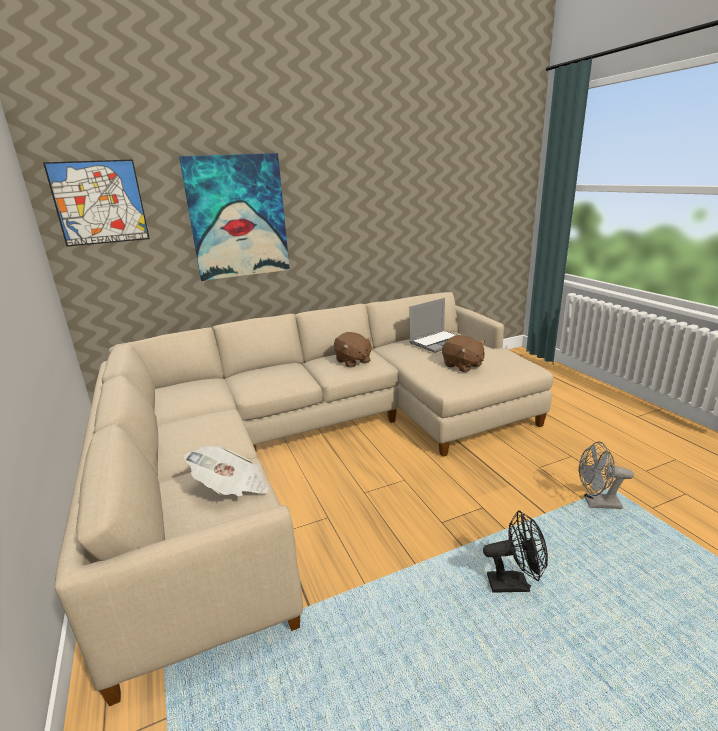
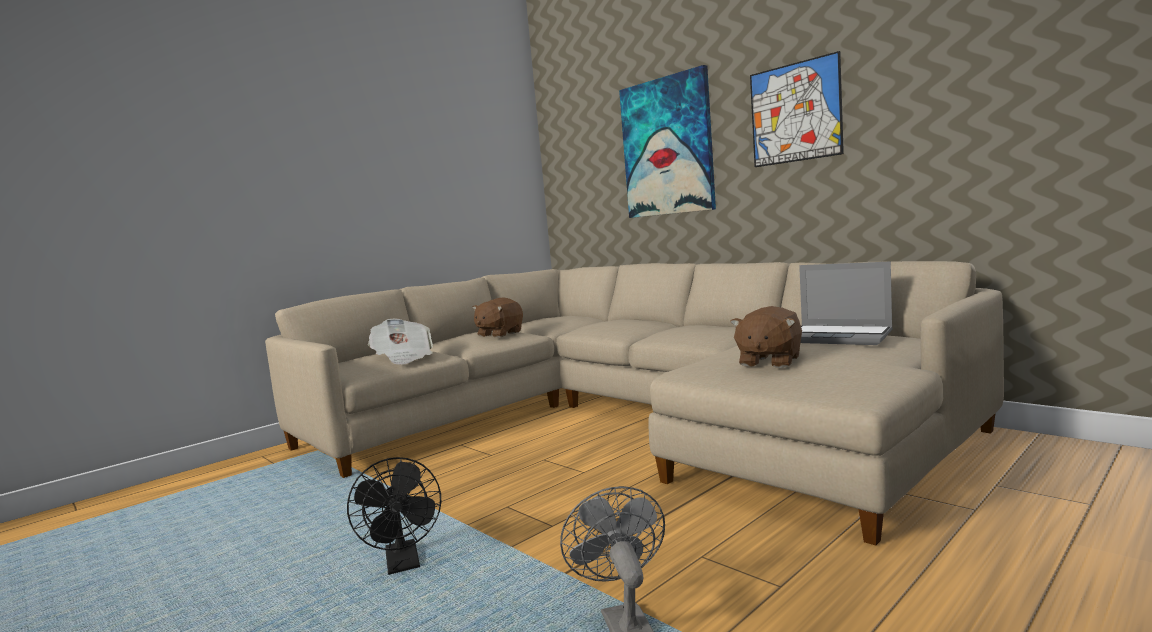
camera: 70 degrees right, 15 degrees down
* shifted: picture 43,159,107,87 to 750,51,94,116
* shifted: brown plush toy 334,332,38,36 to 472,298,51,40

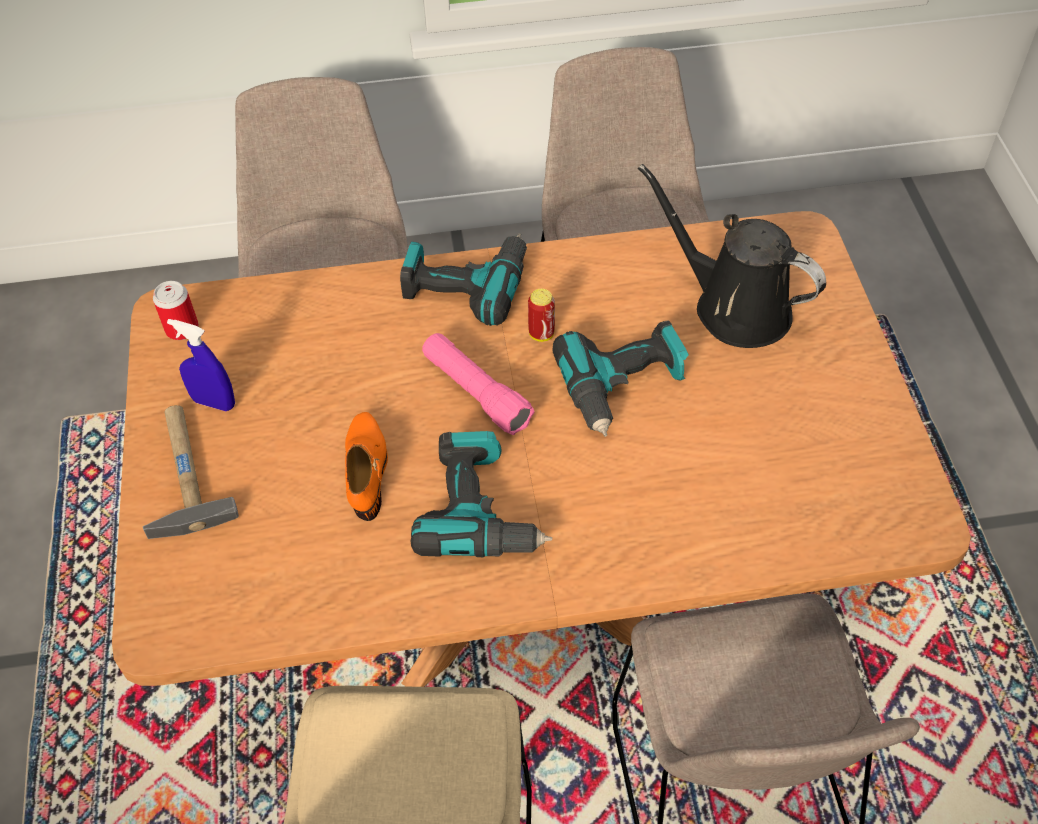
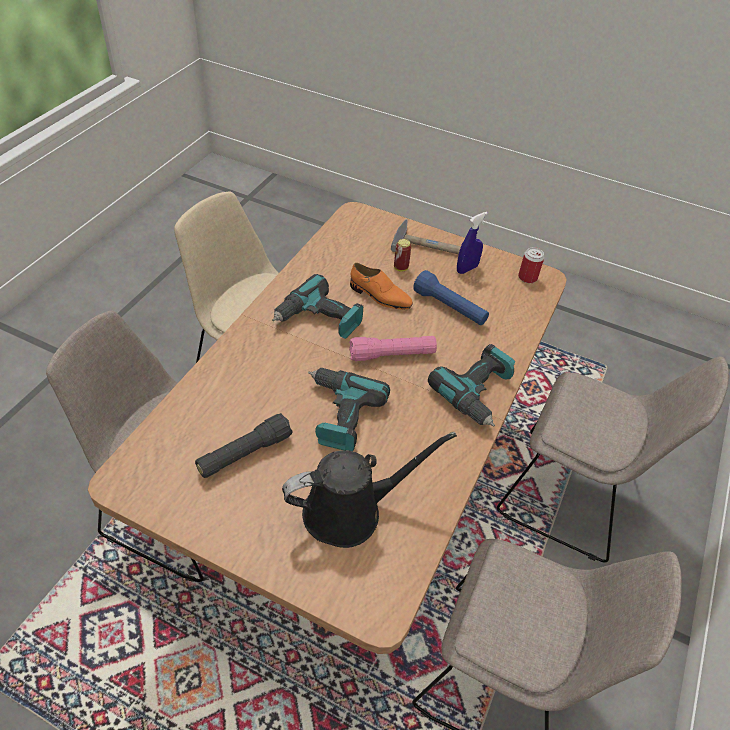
camera: 120 degrees right, 5 degrees down
* shifted: can 528,289,27,53 to 394,239,17,33
* new: blue flashlight 413,270,76,55
* new: black flashlight 195,413,98,65

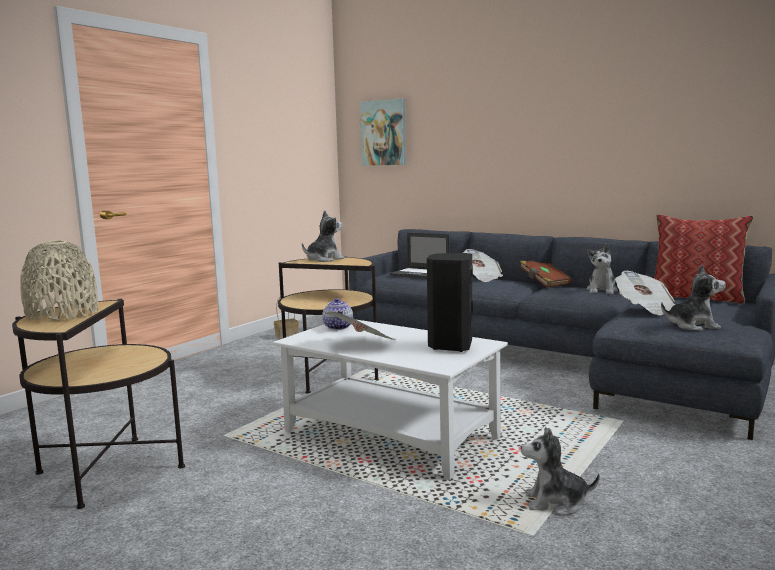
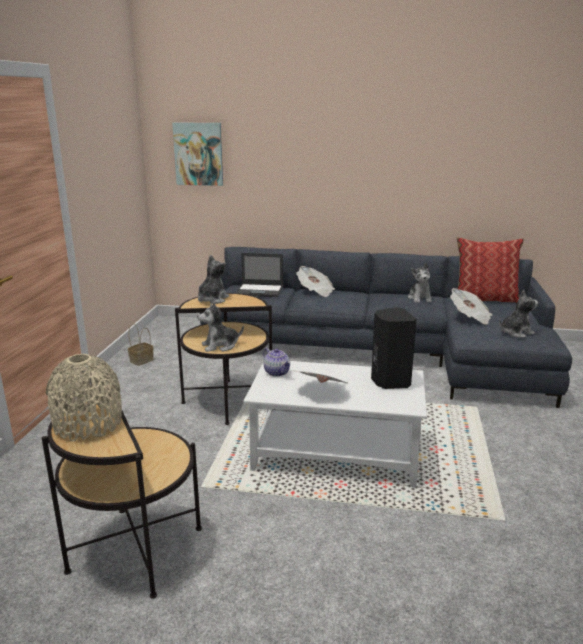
camera: 25 degrees left, 10 degrees up
* gone: brown book 519,261,53,27
* shifted: plush toy 521,427,79,89 to 197,303,47,49

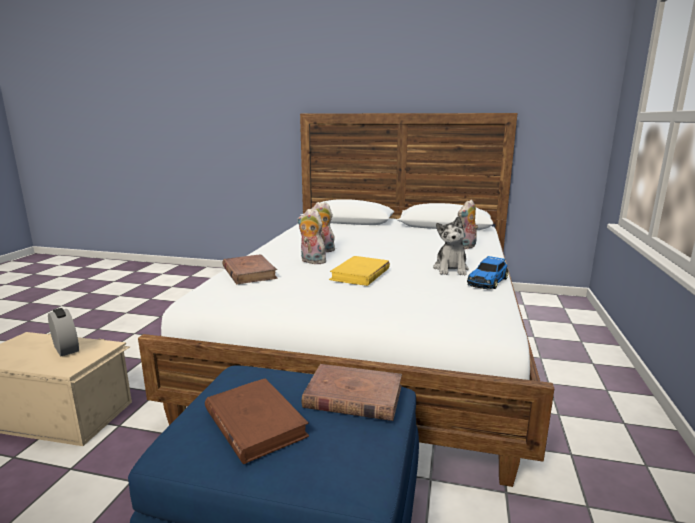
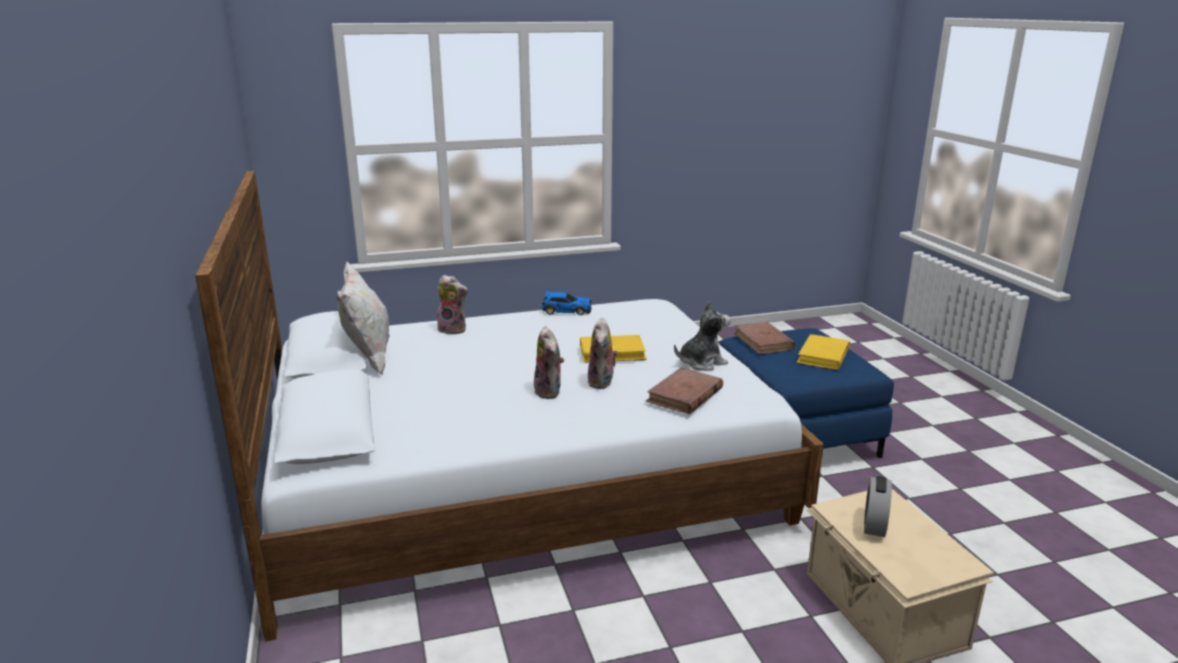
camera: 120 degrees left, 5 degrees up
* shifted: plush toy 433,216,36,59 to 674,301,57,70
* repainted: brown book 205,378,104,86 to yellow book 797,334,53,36
* new: white pillow 336,262,54,113

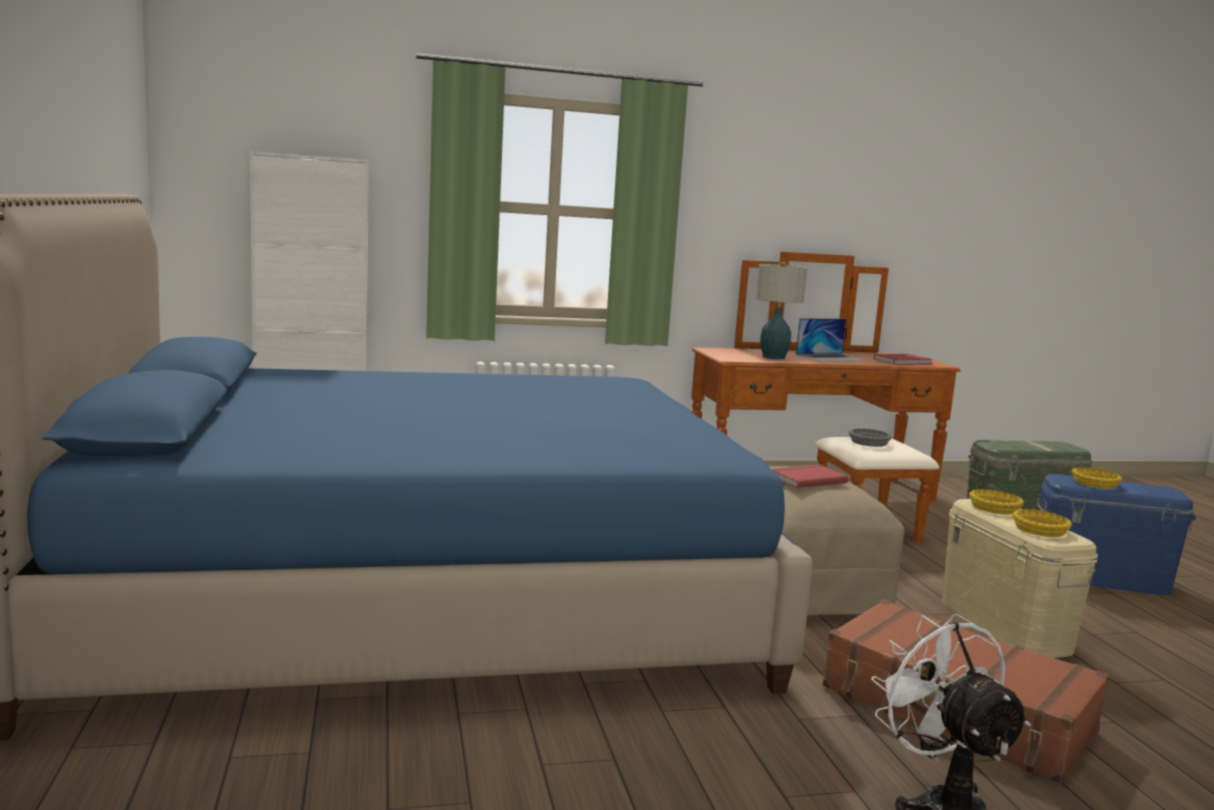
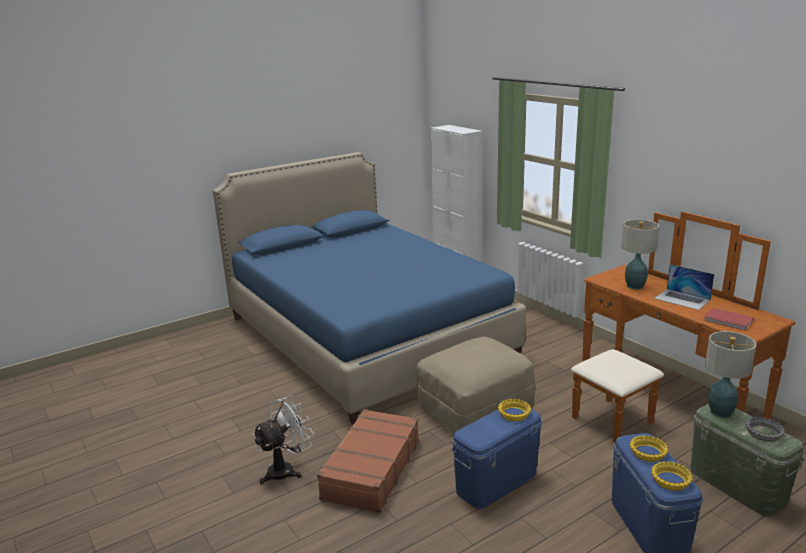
camera: 70 degrees right, 10 degrees up
* shifted: grey bowl 849,429,42,18 to 745,417,40,25
* gone: red book 772,464,77,24
* repainted: beige storage box 942,499,156,159 to blue storage box 452,408,90,101
* shifted: yellow bowl 1012,509,60,28 to 651,461,42,30
* new: table lamp 705,331,52,87

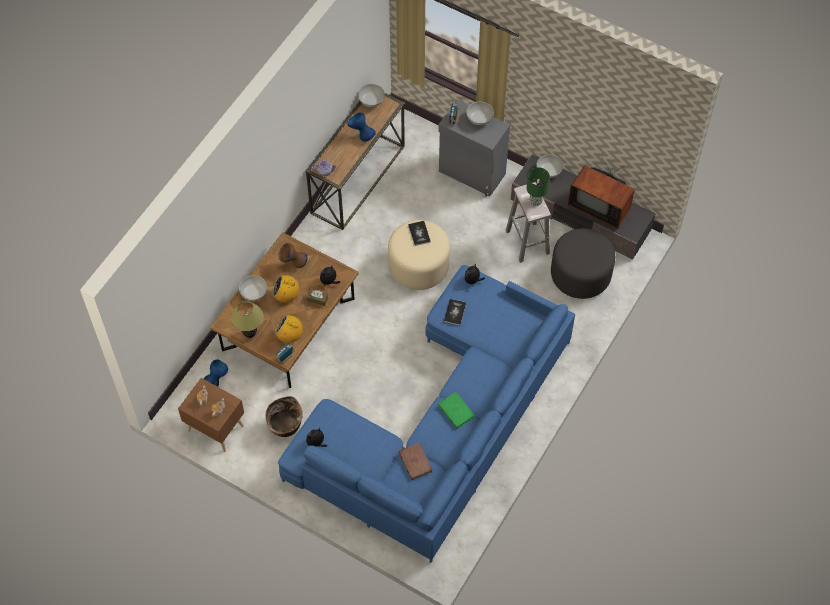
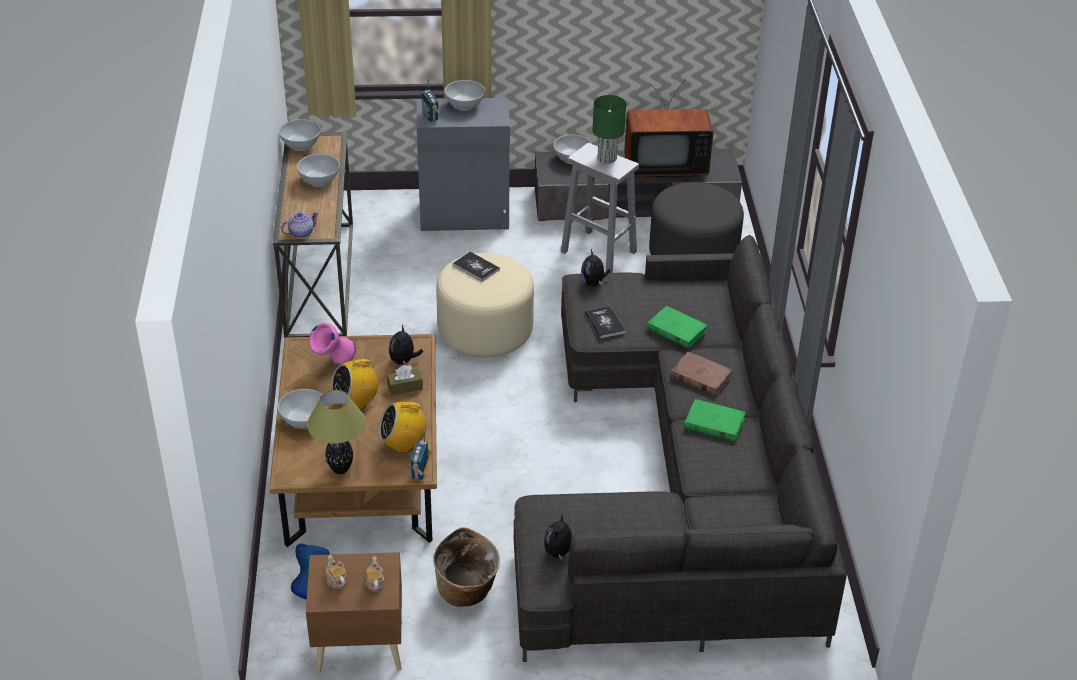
camera: 35 degrees left, 20 degrees down
* swapped: blue vase 347,113,29,28 to white bowl 297,154,43,33
* repainted: brown vase 278,243,29,25 to pink vase 309,323,47,42
* repainted: blue sofa 278,265,297,298 to grey sofa 514,235,333,427
* shifted: brown book 398,442,34,38 to 670,351,63,45
* new: green book 647,306,61,42

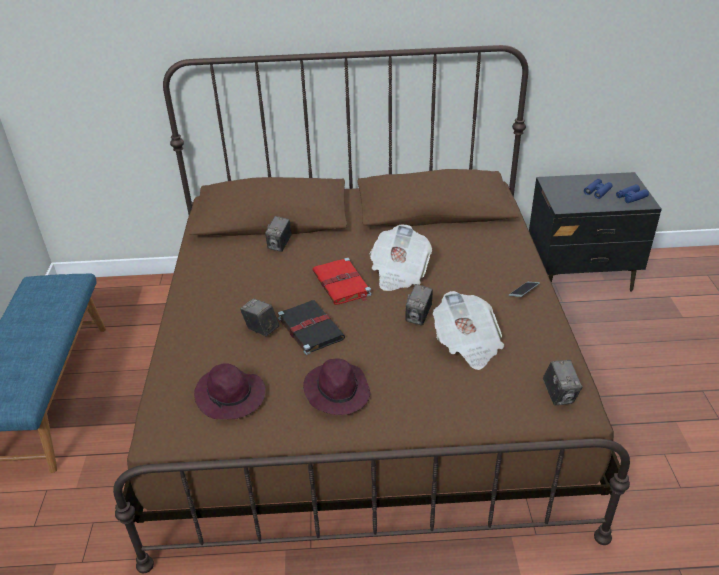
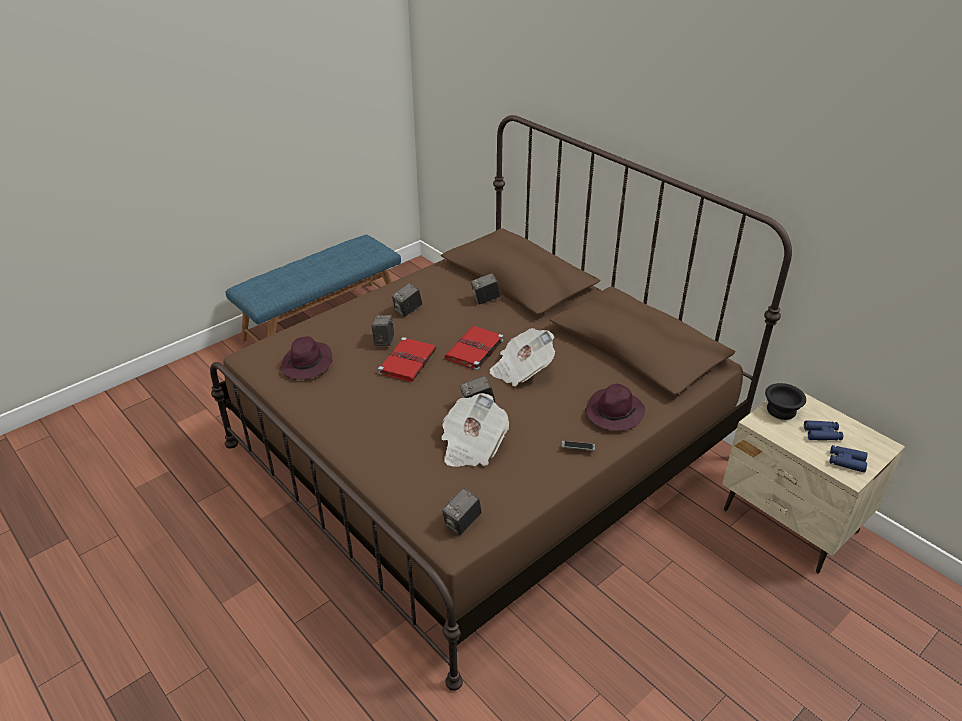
camera: 50 degrees right, 0 degrees up
* repainted: black nightstand 529,172,133,120 to beige nightstand 722,392,183,181
* repainted: black book 278,300,67,55 to red book 378,337,59,45
* shifted: purple hat 303,358,68,57 to 585,384,60,47
* new: photo camera 392,283,30,34
* new: black bowl 765,383,41,37

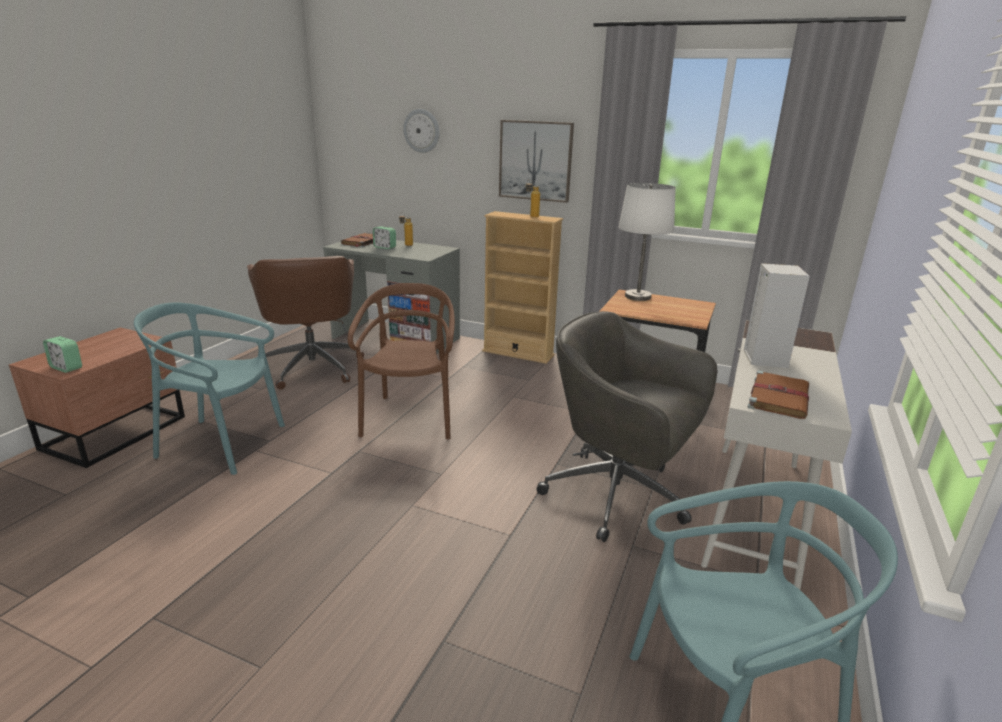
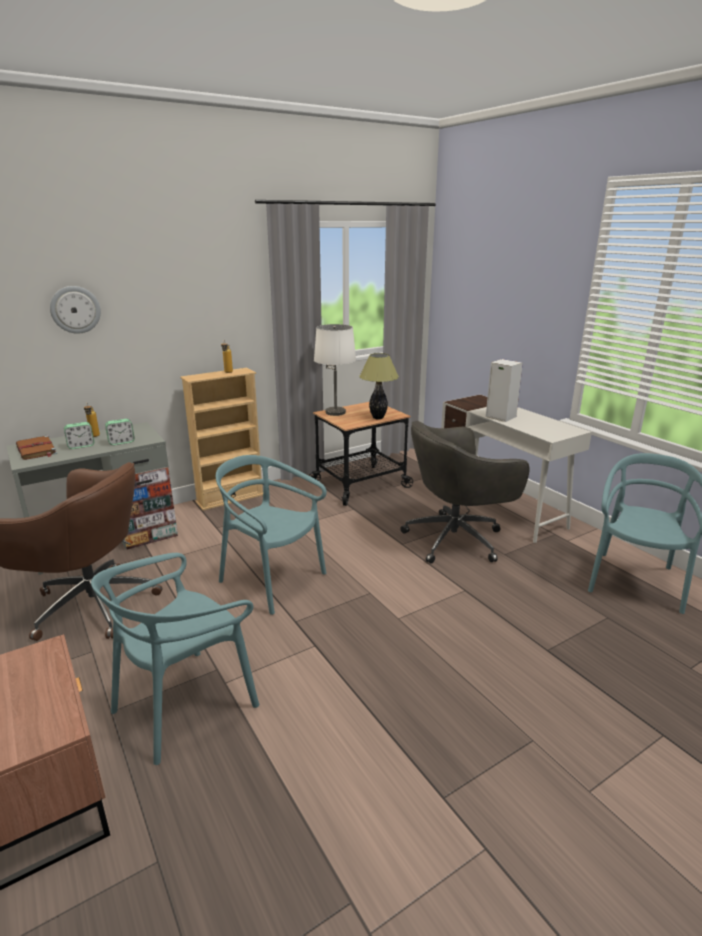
camera: 55 degrees left, 0 degrees up
* gone: picture 499,120,75,83
* repainted: brown chair 348,283,107,156 to turquoise chair 216,455,111,160
* shifted: alarm clock 43,336,39,37 to 105,419,30,26
* gone: brown book 747,371,62,48
* new: table lamp 359,353,40,66

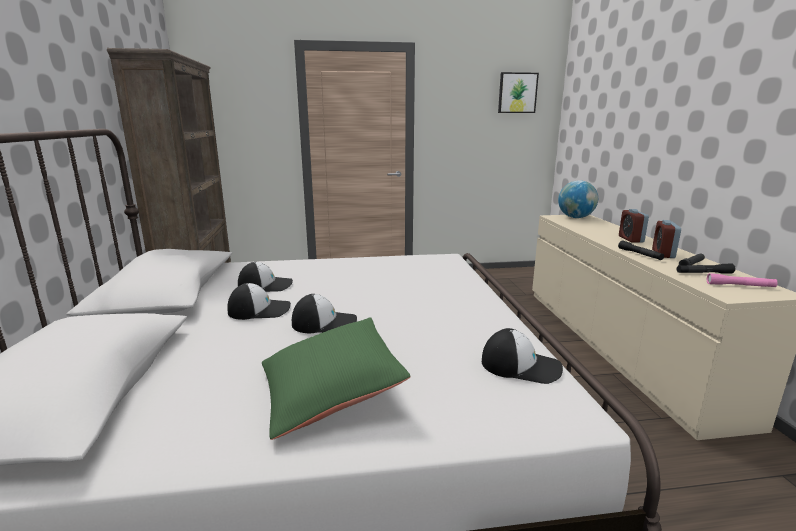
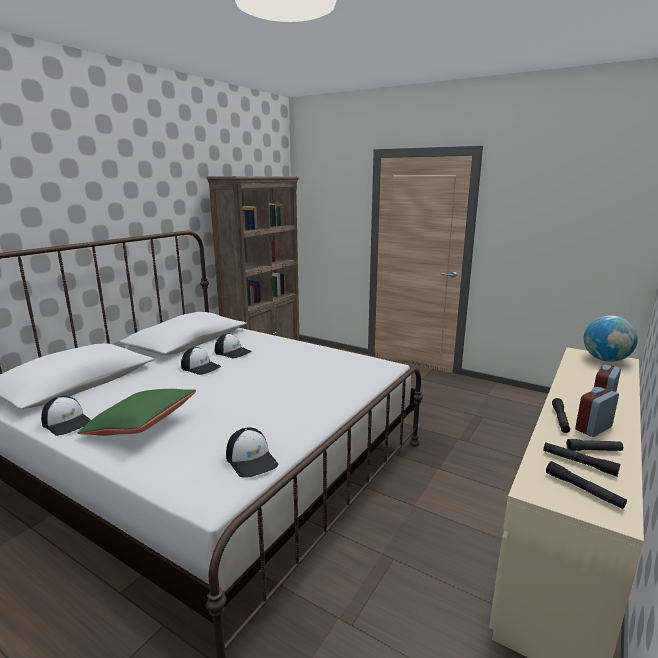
camera: 40 degrees right, 0 degrees up
* gone: picture 498,72,41,41
* repainted: pink flashlight 707,273,71,14 to black flashlight 546,461,81,48
* shifted: cap 292,294,65,39 to 41,396,50,40

